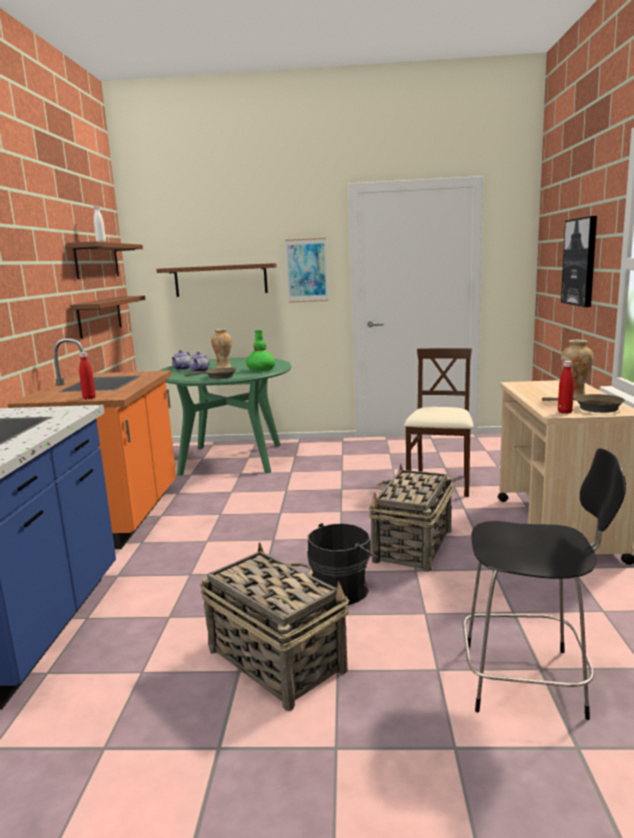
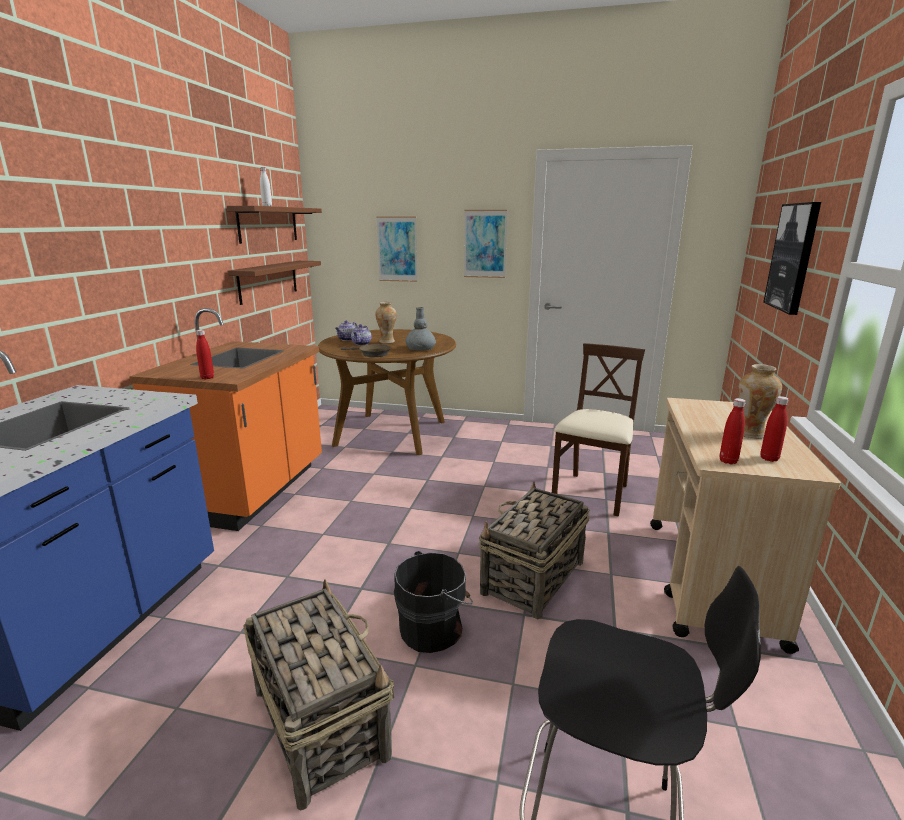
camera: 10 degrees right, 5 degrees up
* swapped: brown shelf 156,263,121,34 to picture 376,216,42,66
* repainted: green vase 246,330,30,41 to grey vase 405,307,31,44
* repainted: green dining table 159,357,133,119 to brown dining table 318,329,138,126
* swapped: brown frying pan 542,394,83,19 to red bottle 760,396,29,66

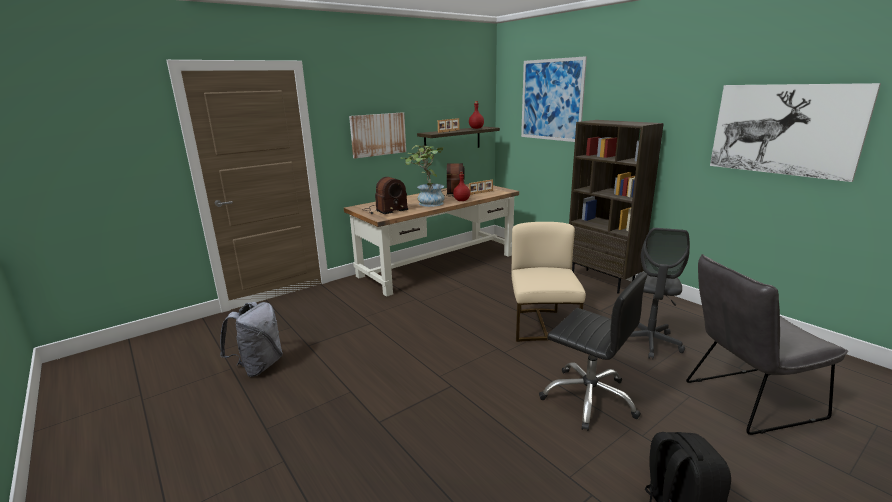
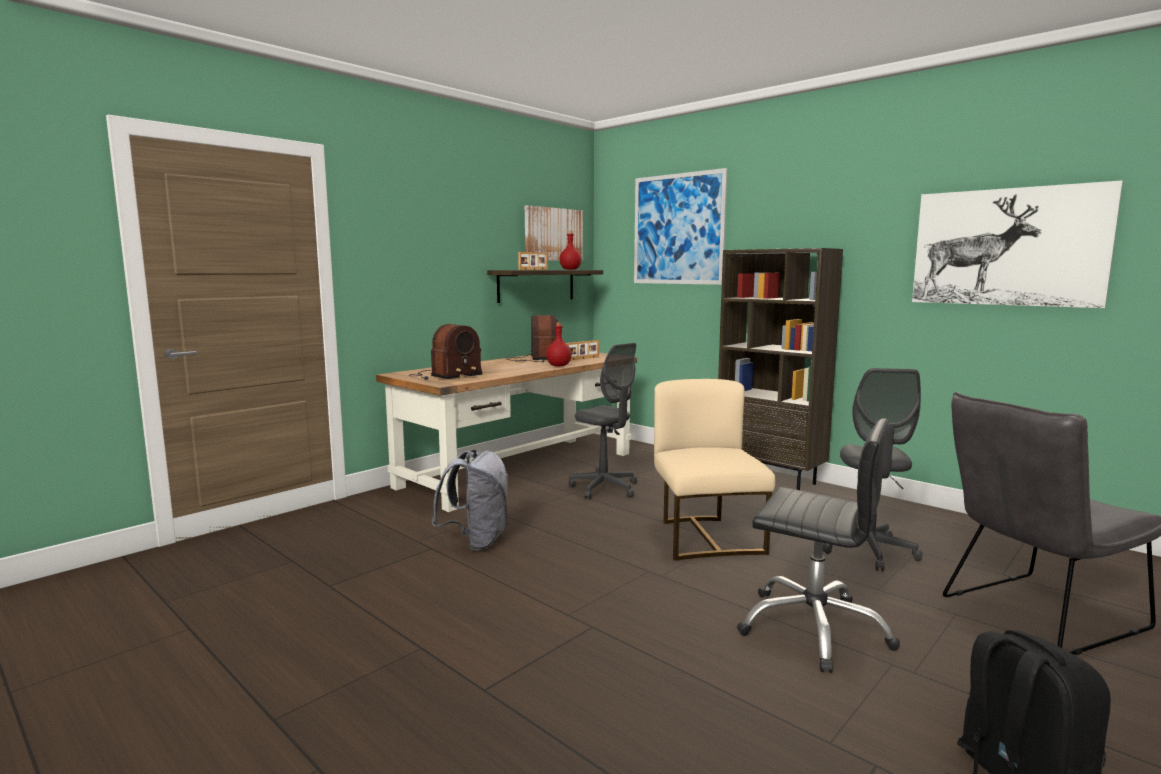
camera: 10 degrees left, 10 degrees down
* shifted: picture 349,112,57,47 to 525,205,58,56
* gone: potted plant 405,145,40,62
* shifted: grey backpack 220,302,63,75 to 431,450,78,101
* new: grey office chair 569,343,68,156

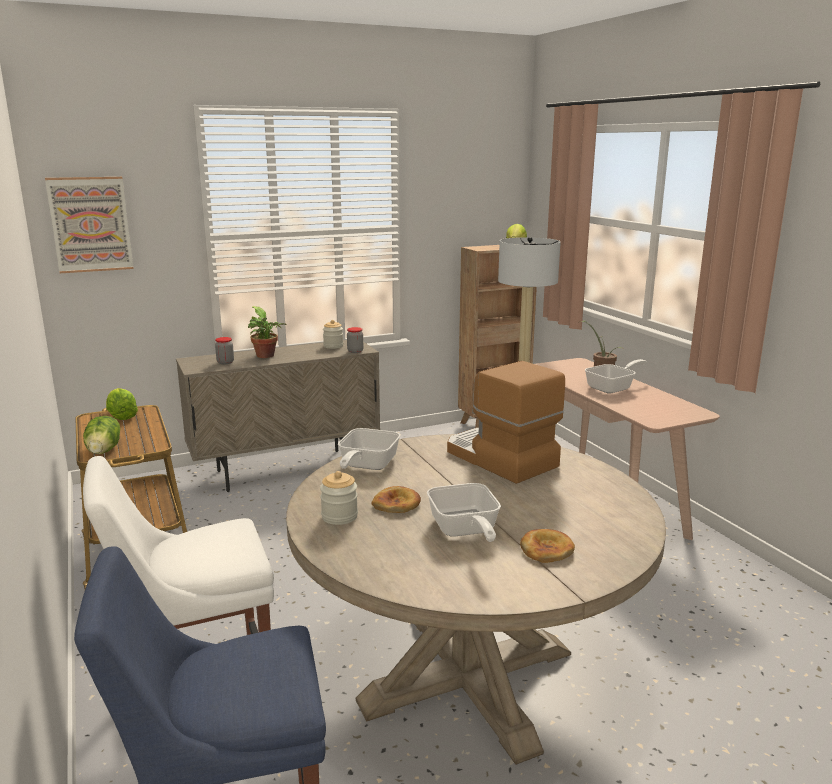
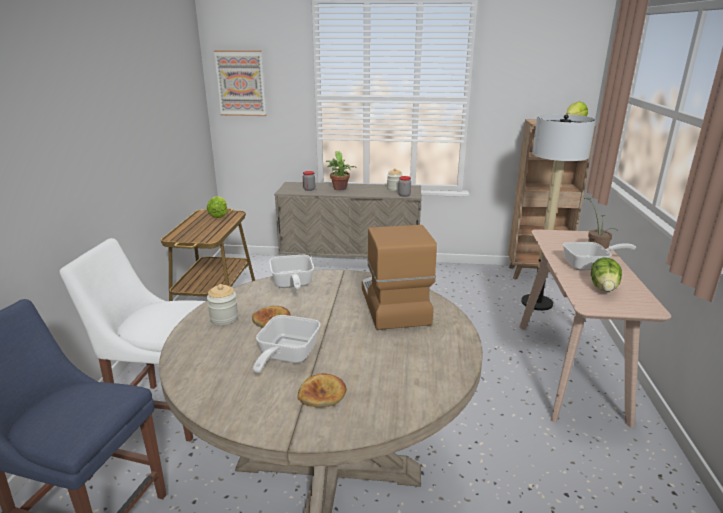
camera: 30 degrees right, 5 degrees up
* shifted: lettuce 83,416,37,38 to 591,257,31,35
* rotated: frying pan 338,428,63,42 = 269,255,45,35 60 degrees counterclockwise

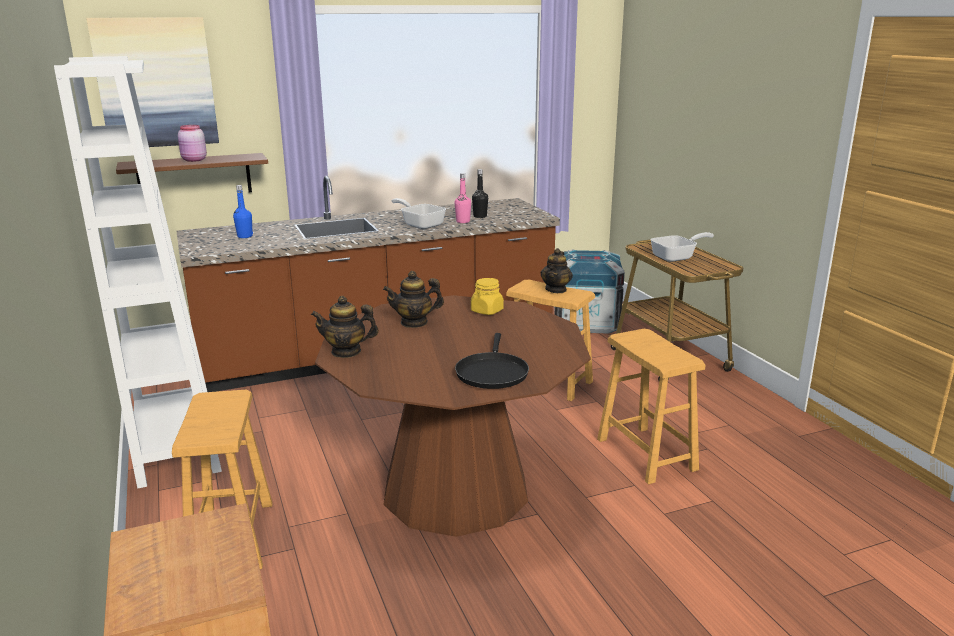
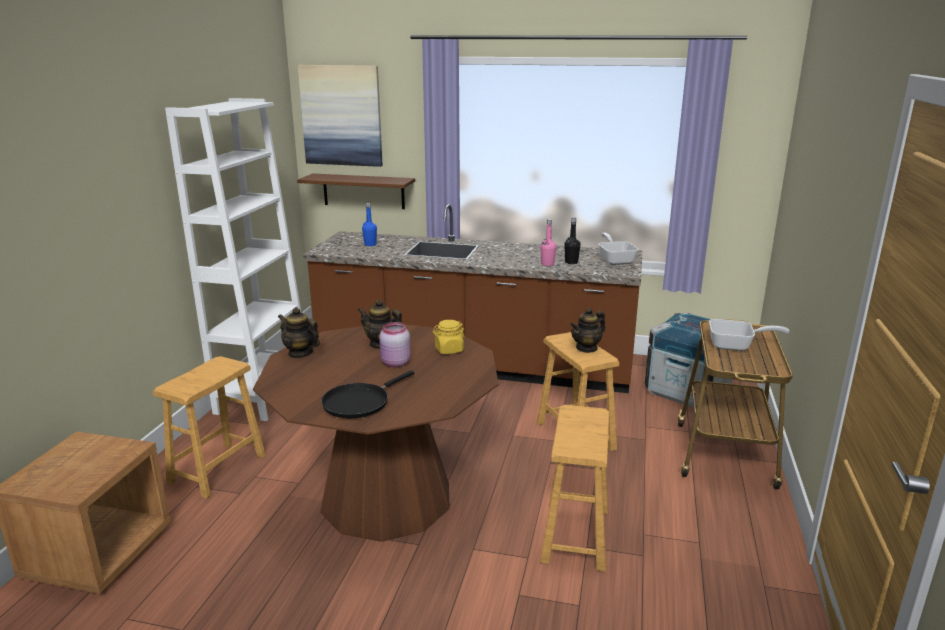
camera: 35 degrees right, 0 degrees up
* shifted: pink jar 178,125,29,37 to 379,322,32,45
* shifted: frying pan 391,198,55,31 to 599,233,39,32

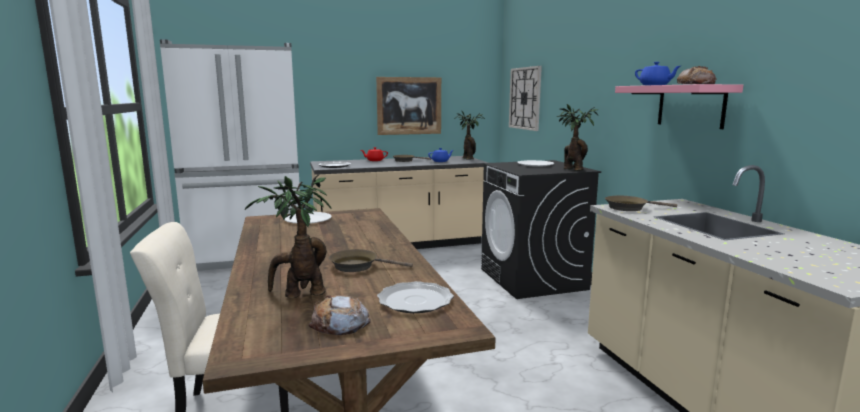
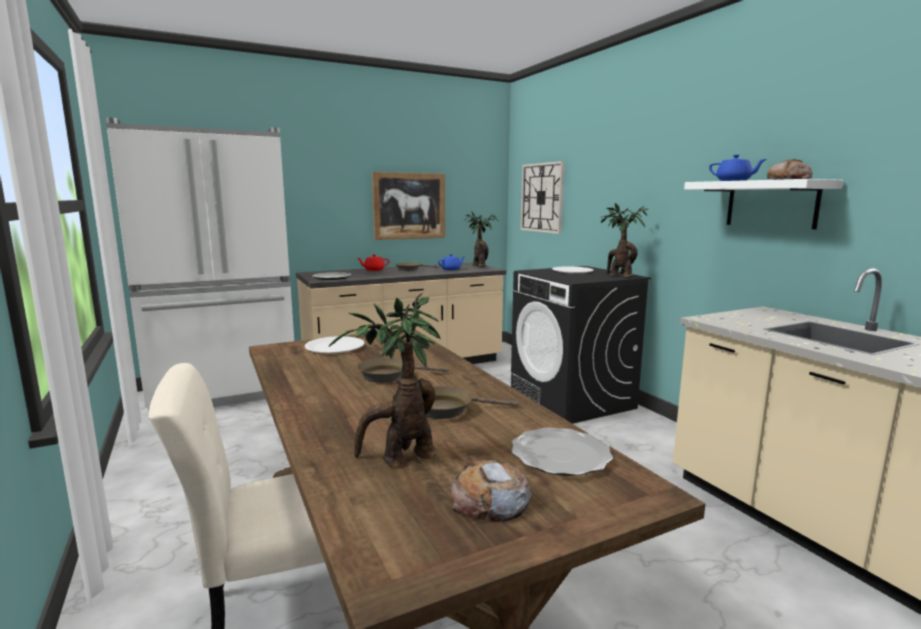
camera: 10 degrees left, 0 degrees up
* repainted: pink shelf 615,84,128,45 to white shelf 684,179,159,50
* shifted: brown frying pan 605,195,72,16 to 357,358,92,25

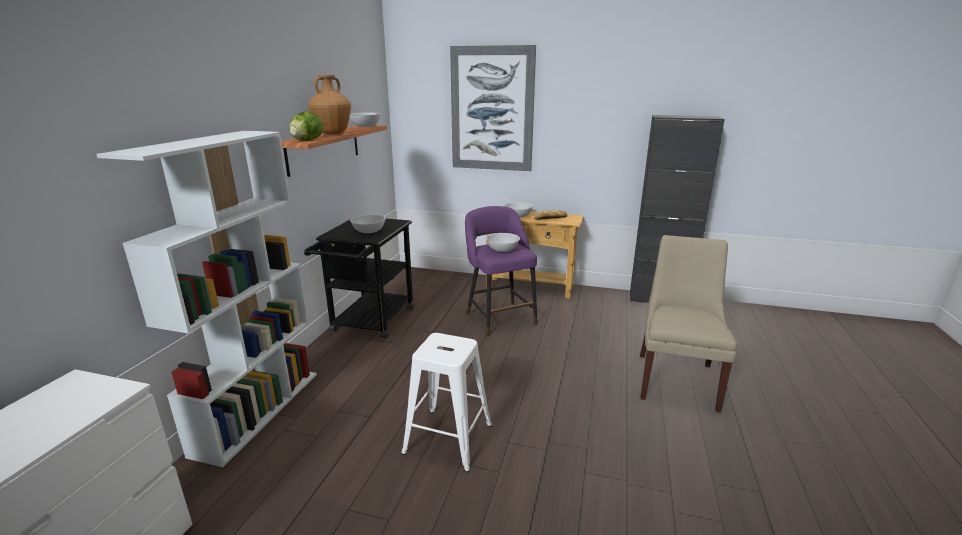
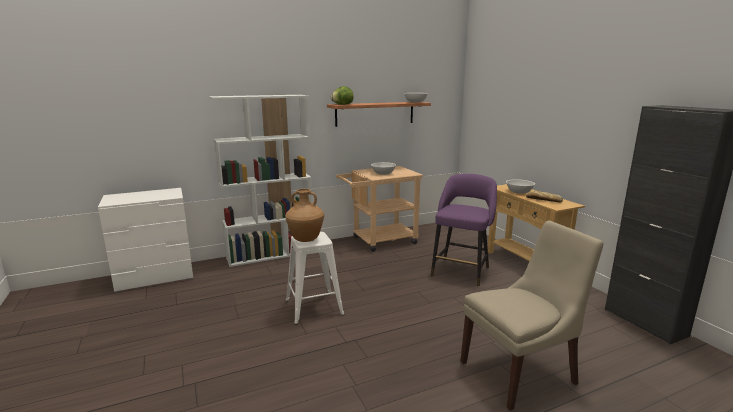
camera: 50 degrees right, 5 degrees down
* gone: picture 450,45,86,126
* shifted: brown vase 308,75,43,60 to 285,189,39,53
* repainted: black cart 304,219,110,120 to beige cart 336,166,87,86
* gone: white bowl 486,233,34,19

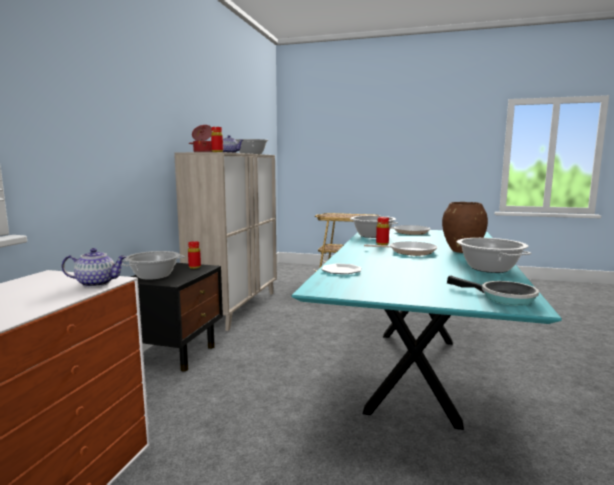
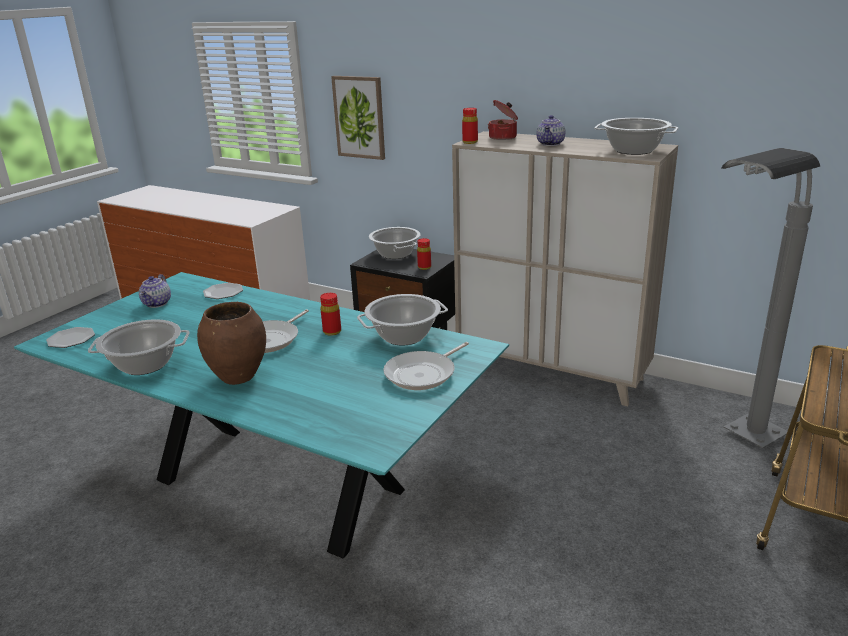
camera: 105 degrees right, 15 degrees up
* shifted: teapot 61,248,66,39 to 139,274,32,34
* swapped: frying pan 447,275,92,31 to plate 46,327,49,21
* new: picture 331,76,54,84
* new: grey floor lamp 722,148,99,300

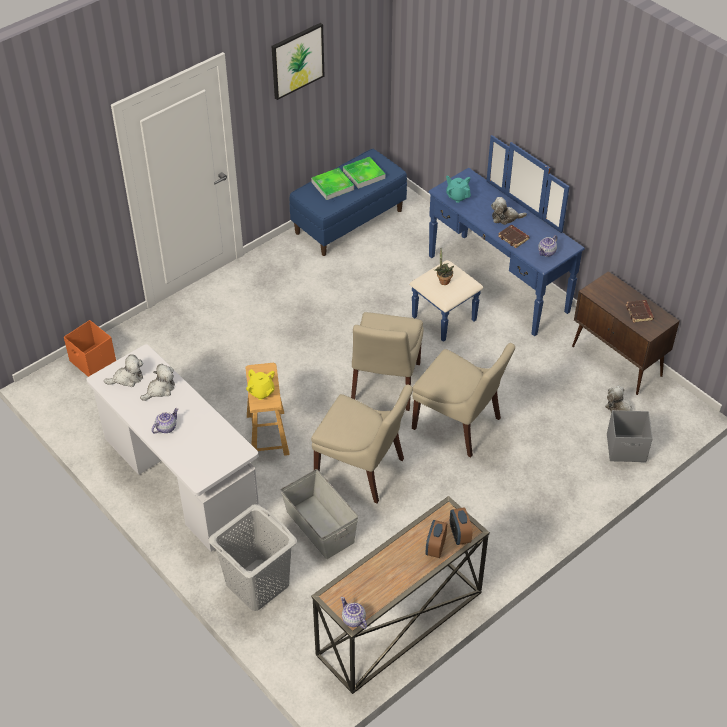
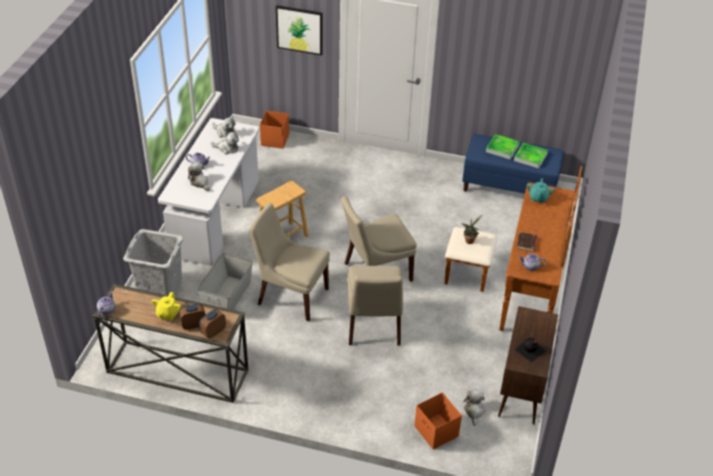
camera: 55 degrees right, 5 degrees down
* shifted: picture 272,23,52,77 to 276,5,47,51
* repainted: blue dresser 410,135,175,207 to brown dresser 445,166,137,165
* shifted: plush toy 491,197,36,28 to 188,162,21,29
* swapped: brown book 626,300,28,23 to black bottle 514,338,32,24
* shifted: yellow teapot 246,369,29,31 to 152,292,29,28
* rotated: beige chair 311,384,102,119 = 249,203,81,118 120 degrees clockwise
* repainted: grey storage box 607,410,46,52 to orange storage box 414,392,48,58

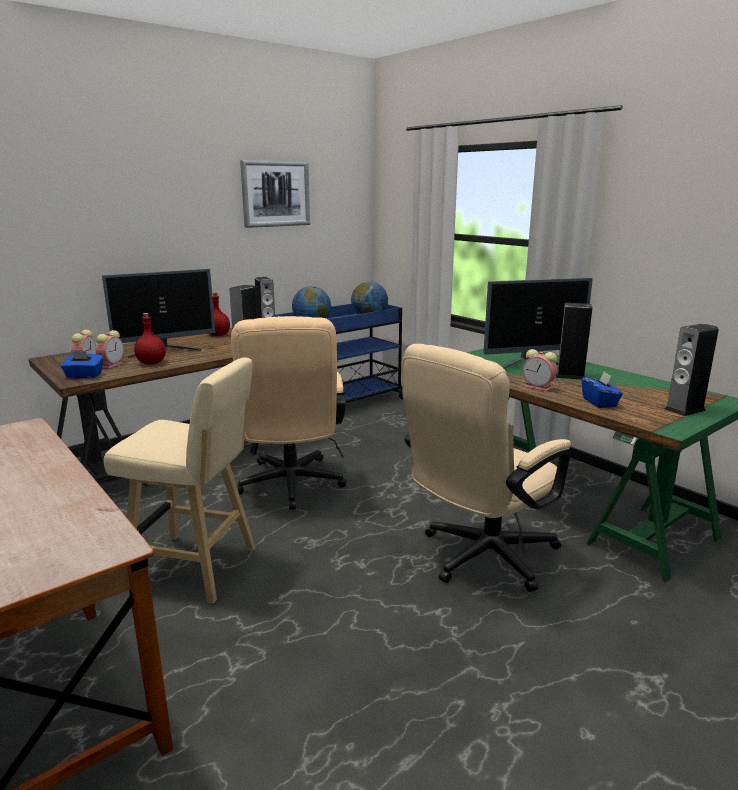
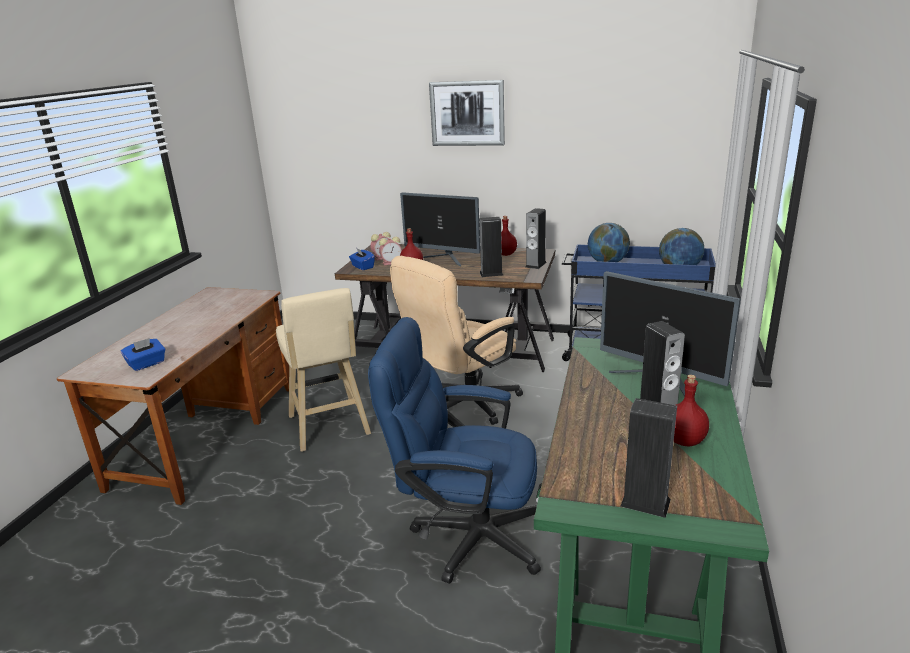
camera: 55 degrees right, 5 degrees up
* shifted: picture 240,160,70,68 to 429,80,76,66
* repainted: beige office chair 402,344,169,248 to blue office chair 368,317,173,267
* gone: alarm clock 523,349,34,43
* shifted: blue tissue box 582,371,41,37 to 121,338,44,33
* new: red bottle 674,375,35,71

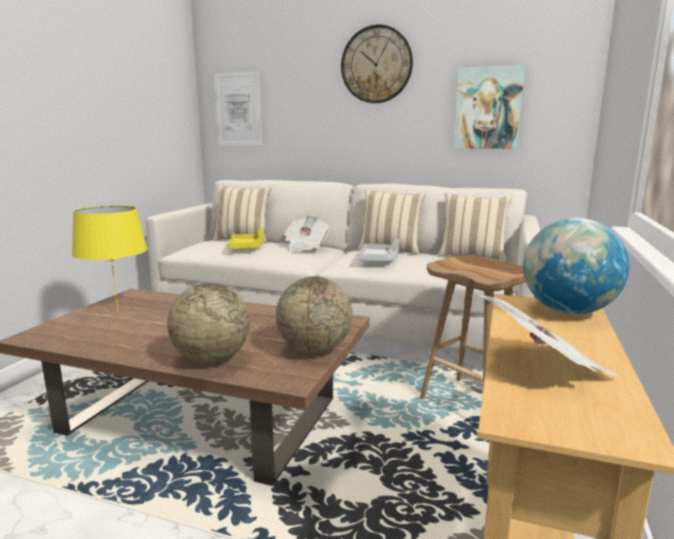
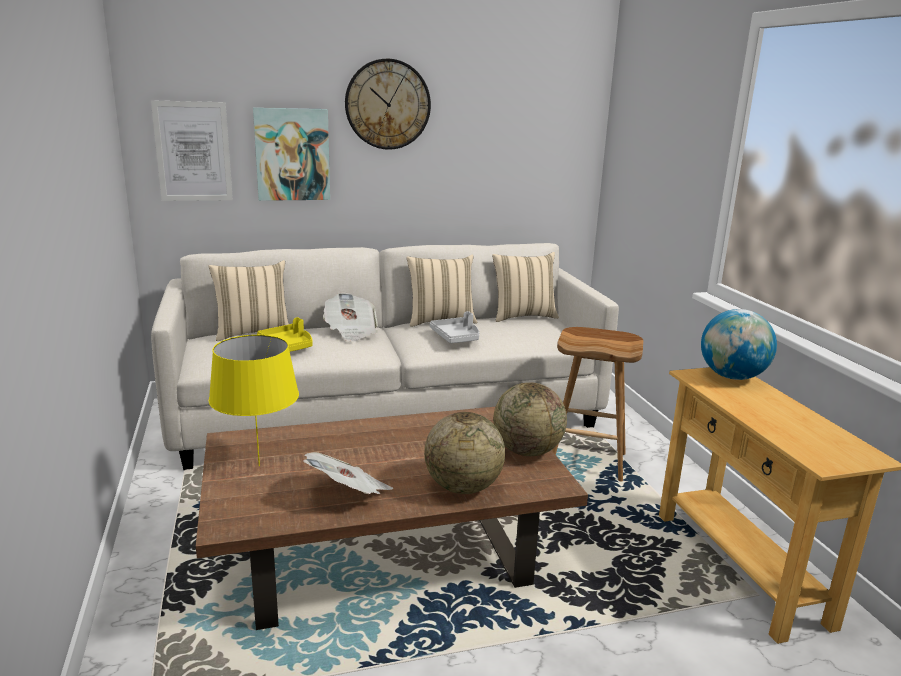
camera: 35 degrees left, 5 degrees up
* shifted: picture 453,65,72,84 to 253,107,77,94
* shifted: newspaper 480,295,141,82 to 303,452,90,42

